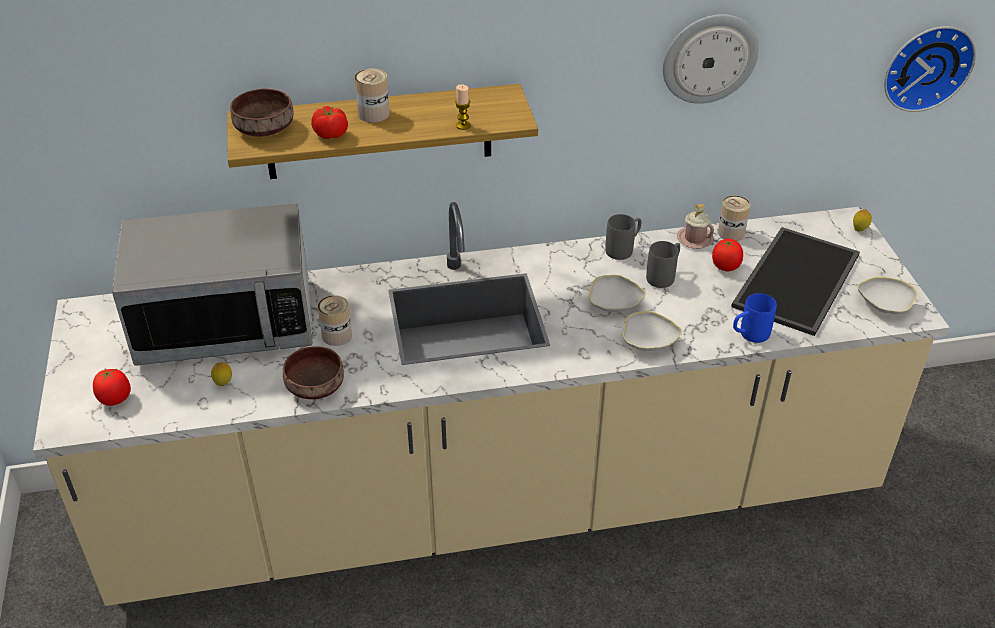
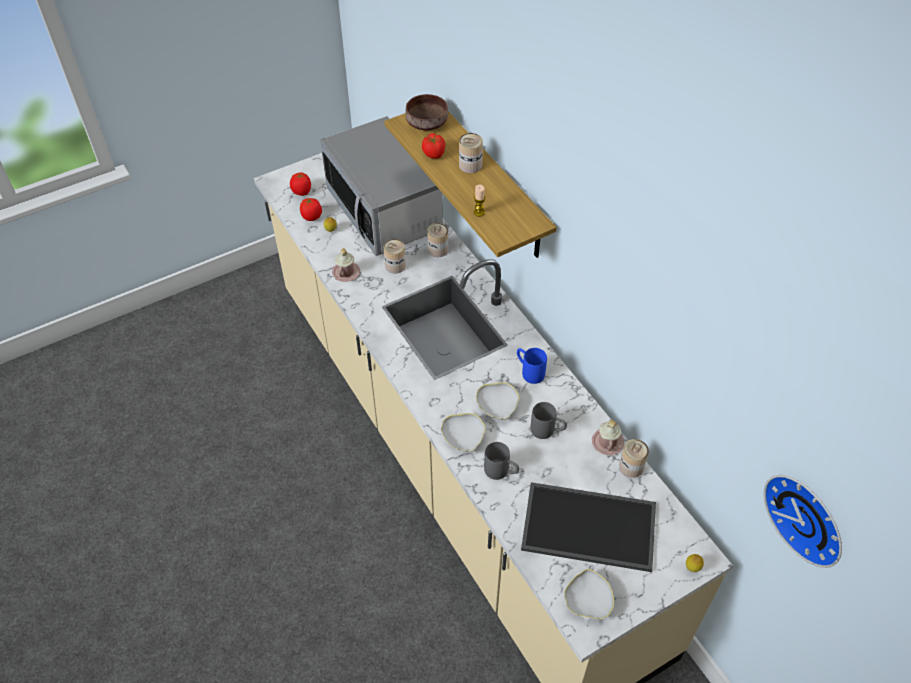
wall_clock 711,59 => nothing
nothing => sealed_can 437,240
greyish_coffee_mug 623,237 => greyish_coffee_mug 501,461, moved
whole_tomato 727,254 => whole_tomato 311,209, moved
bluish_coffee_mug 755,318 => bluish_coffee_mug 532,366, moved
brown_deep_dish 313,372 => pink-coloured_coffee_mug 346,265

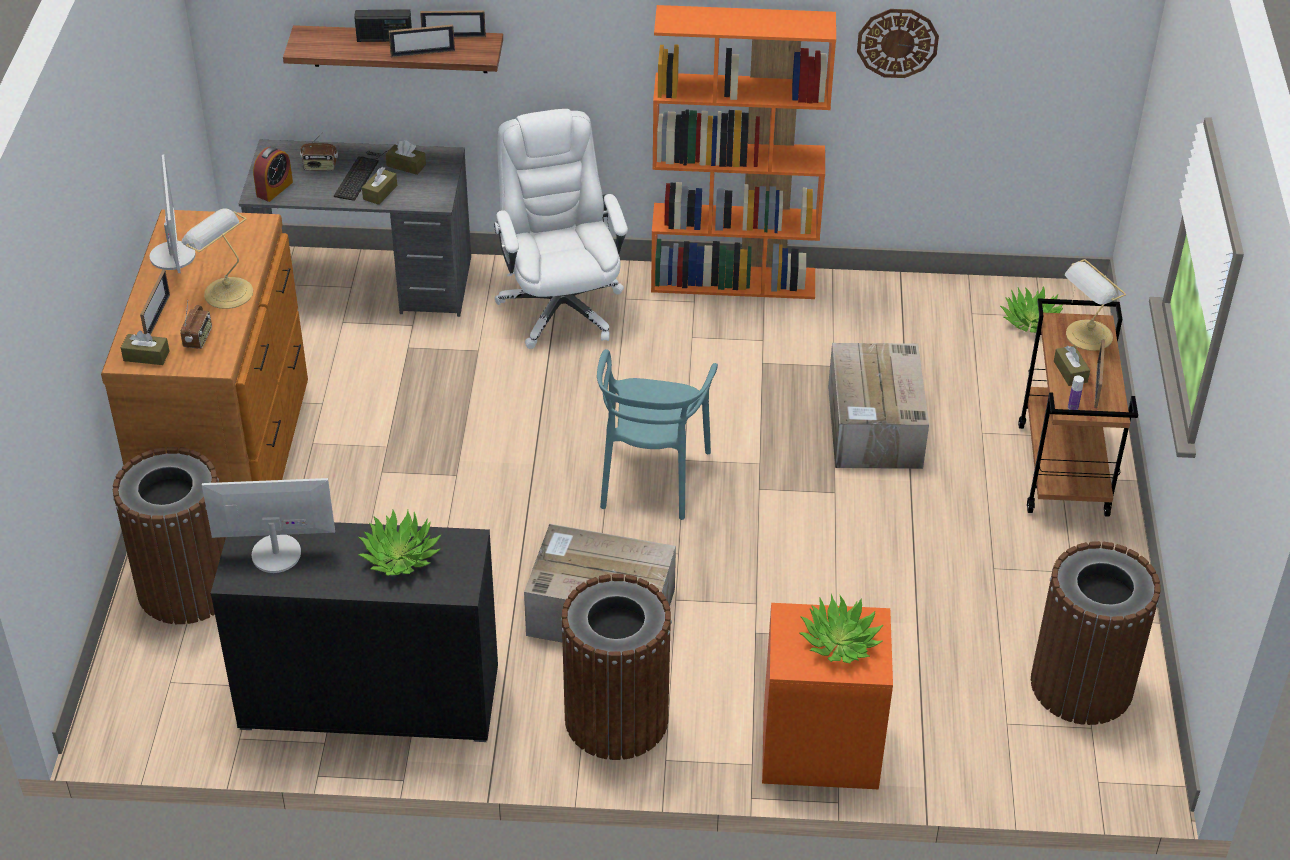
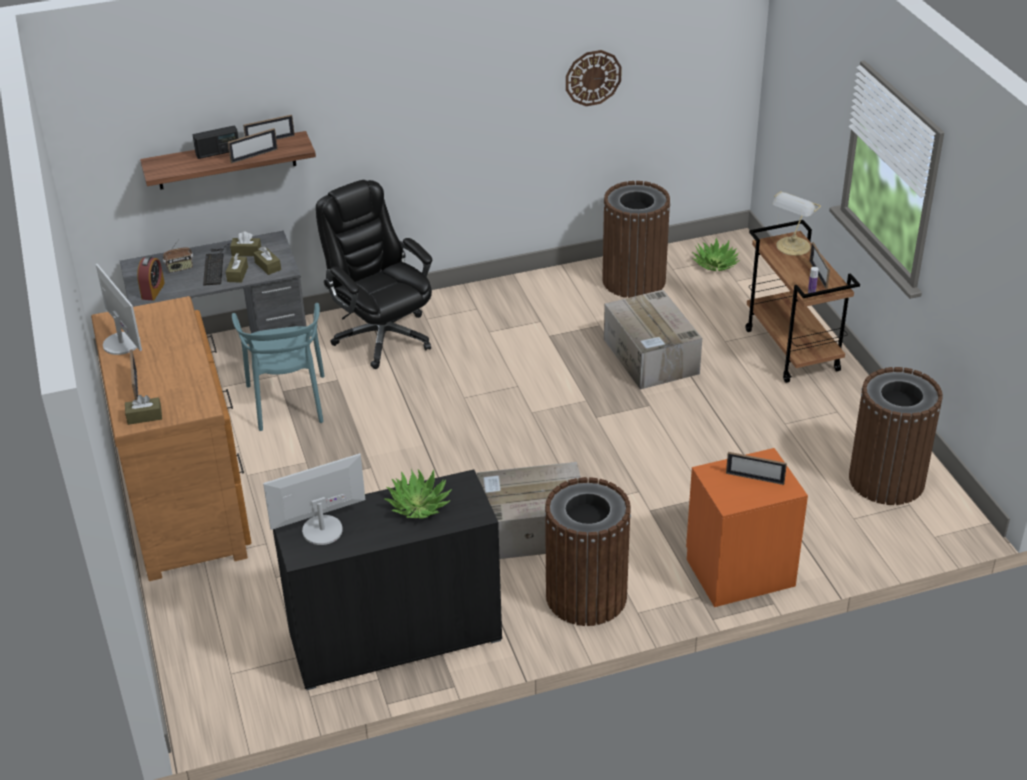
radio_receiver 196,325 => nothing
tabletop_lamp 217,258 => nothing
orange-coloured_bookcase 743,152 => nothing
brown_waste_bin 169,535 => brown_waste_bin 636,239, moved
blue-green_plain_chair 657,434 => blue-green_plain_chair 278,367, moved
brown_box_of_tissues 1072,366 => brown_box_of_tissues 267,260, moved
potted_plant 841,629 => standing_frame 756,468
white_computer_chair 561,229 => black_computer_chair 374,274

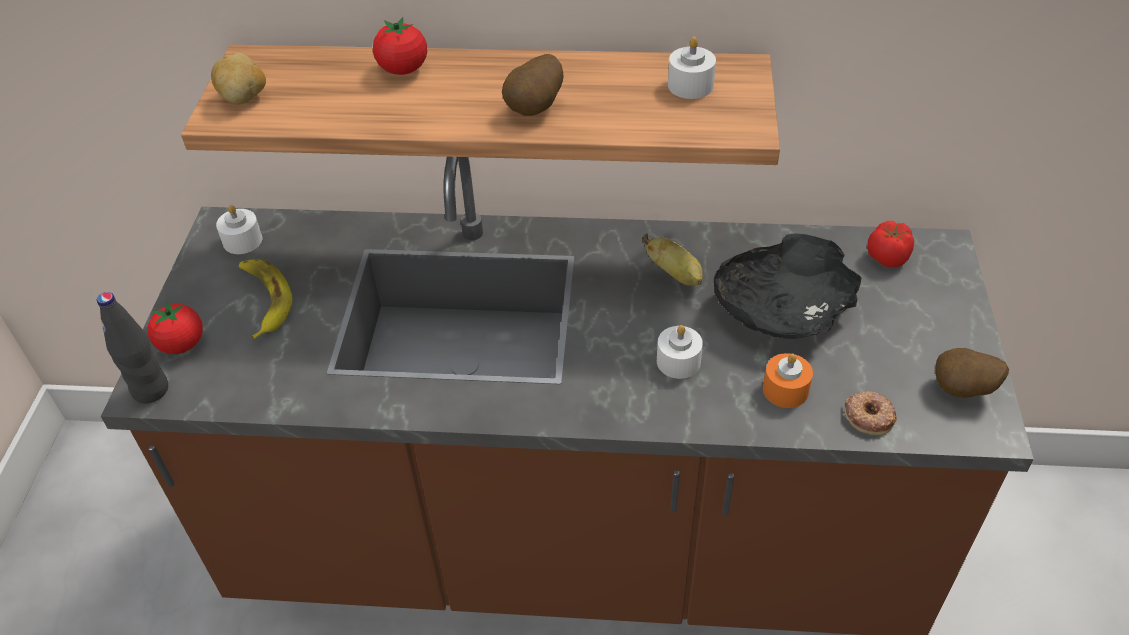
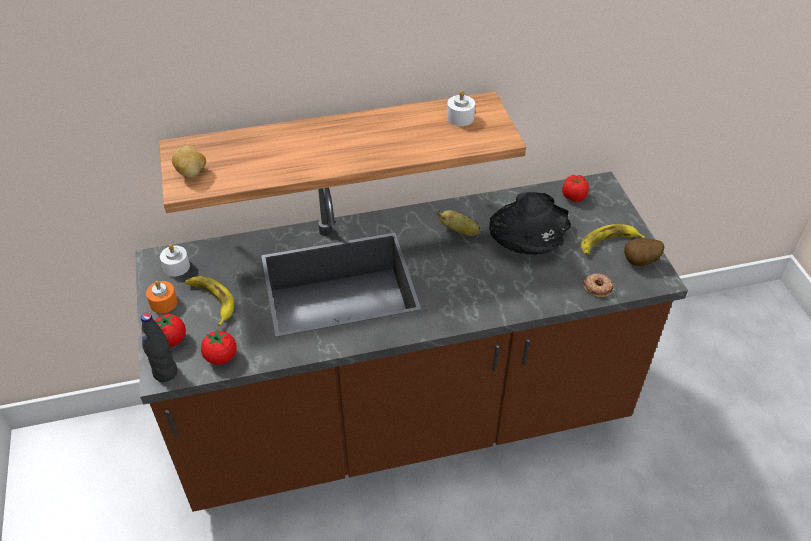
spud 533,85 => nothing
white_wax_candle 680,352 => nothing
nothing => banana 613,239
whole_tomato 400,46 => whole_tomato 219,347, moved
orange-coloured_wax_candle 788,380 => orange-coloured_wax_candle 162,297, moved

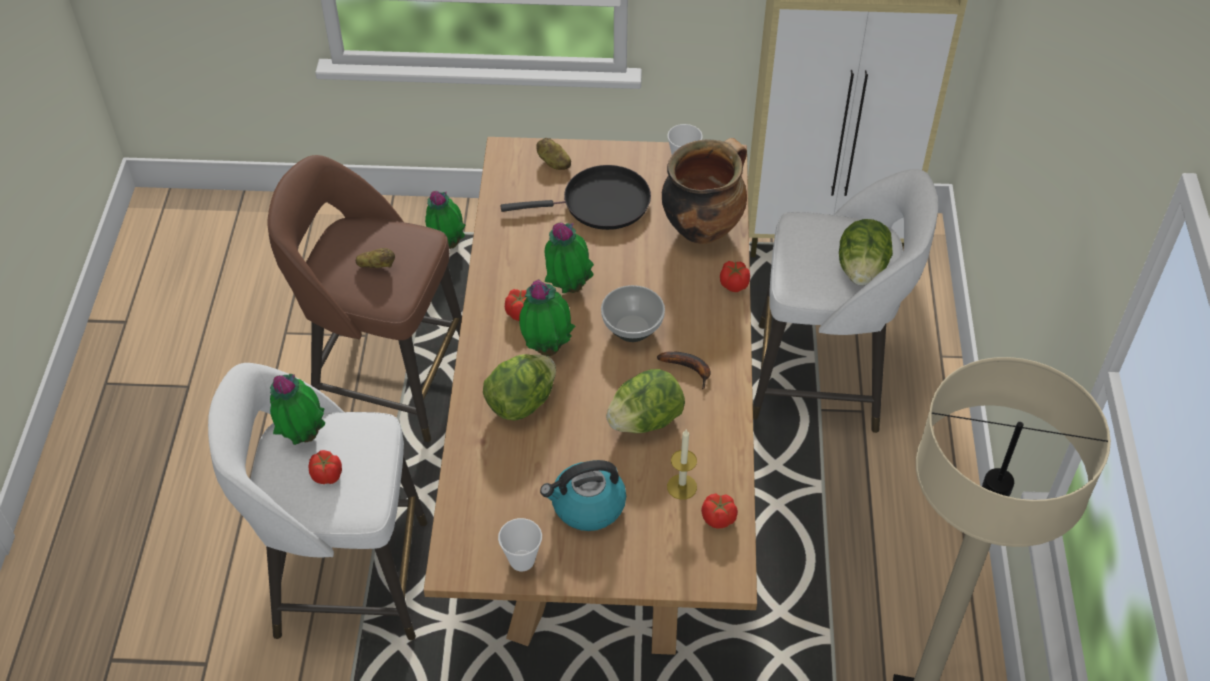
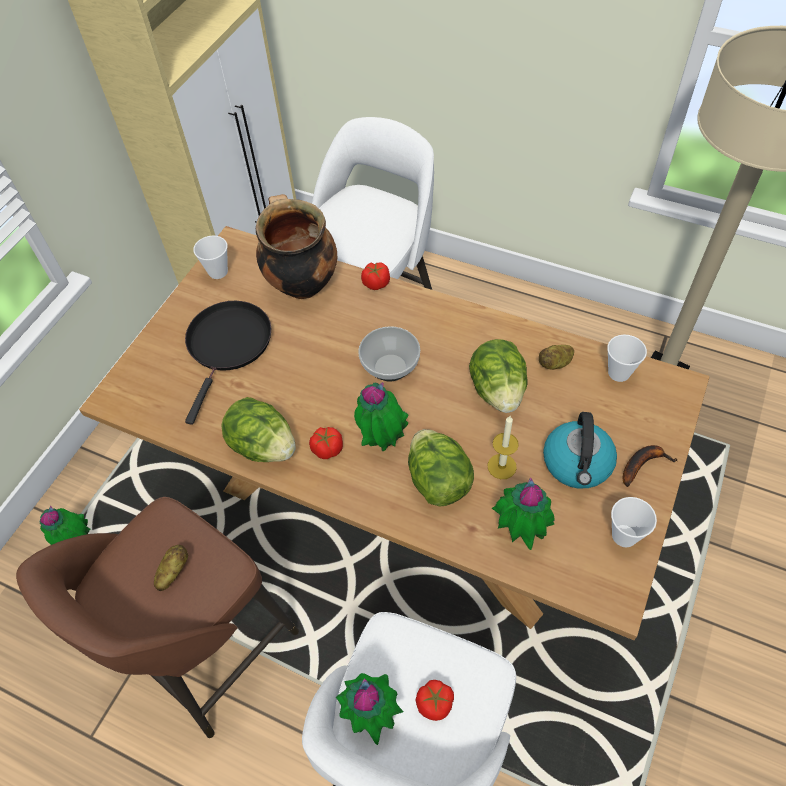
spud 553,154 => spud 556,357, moved
potted_plant 569,258 => potted_plant 523,514, moved
banana 684,370 => banana 650,466, moved
wax_candle 682,465 => wax_candle 503,447, moved
lettuce 866,252 => lettuce 258,429, moved
whole_tomato 719,511 => drinking_cup 627,358

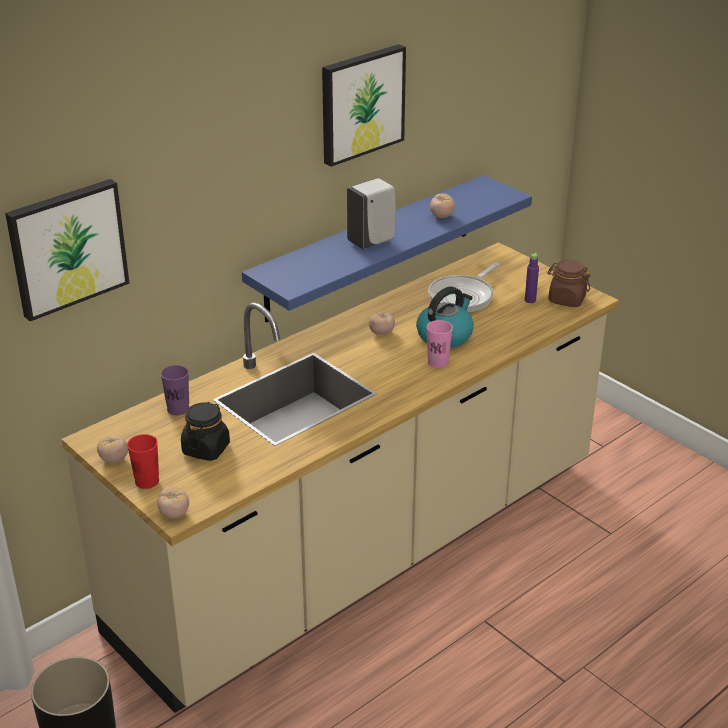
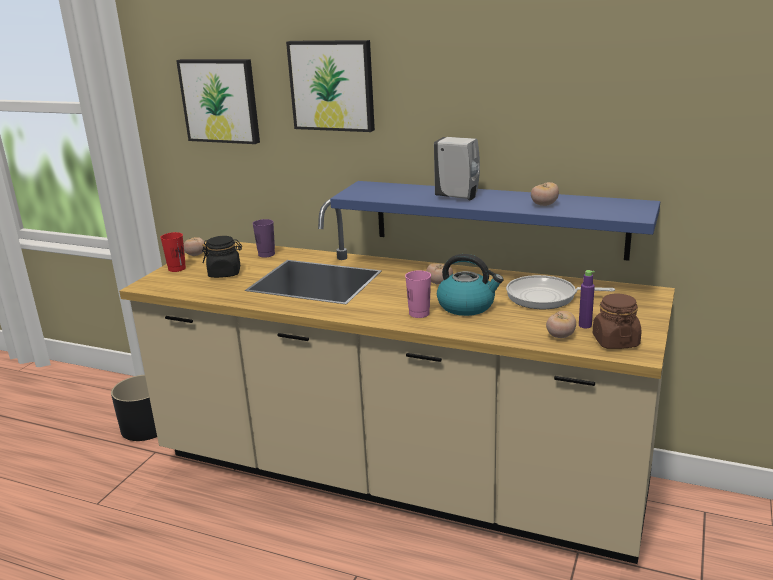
whole_tomato 173,502 => whole_tomato 561,324, moved
wall_picture 364,105 => wall_picture 330,86, moved

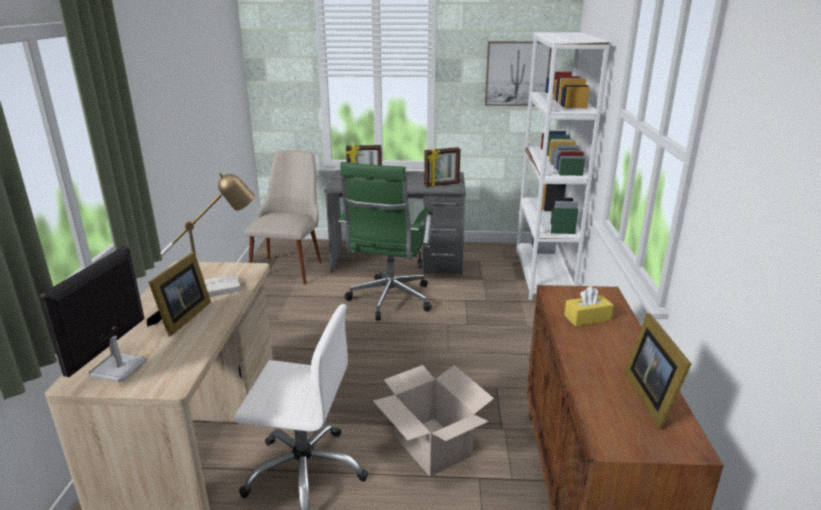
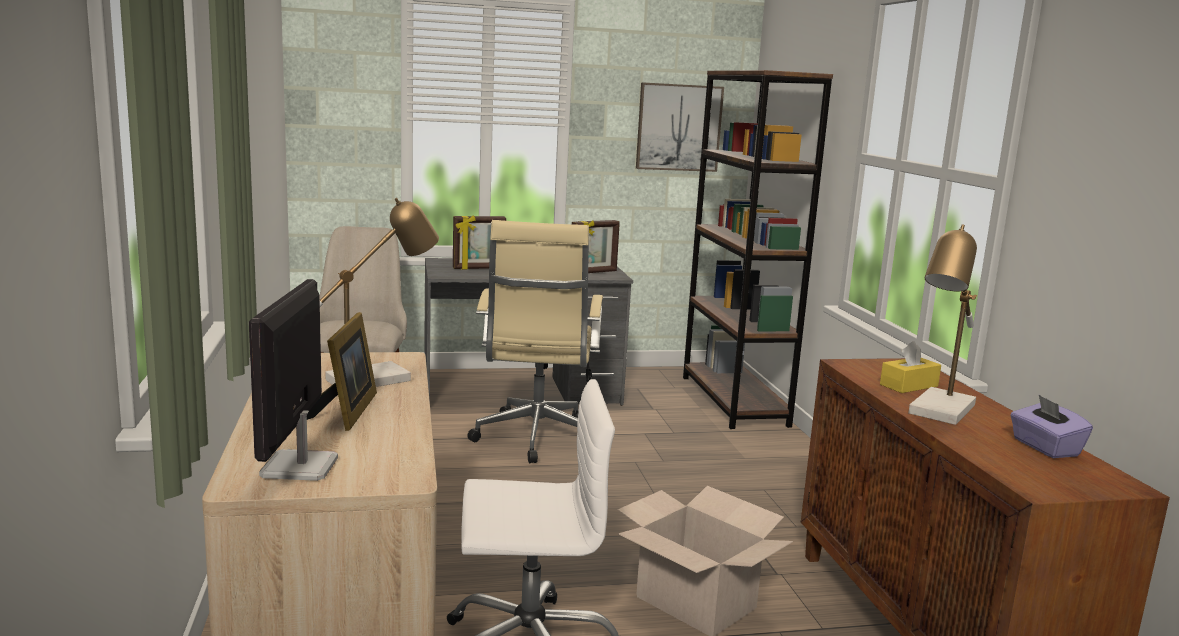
nothing => tabletop_lamp 942,325
standing_frame 657,371 => purplish_box_of_tissues 1051,426
greenish_computer_chair 386,241 => beige_computer_chair 535,341
white_bookcase 563,166 => brown_bookcase 758,249

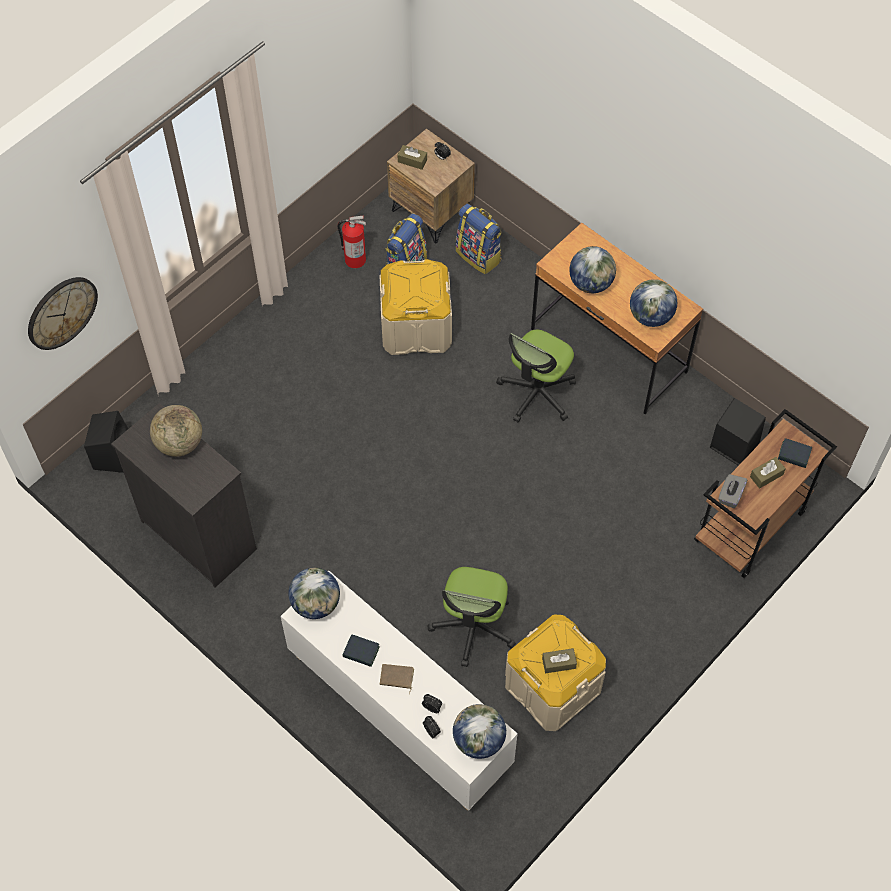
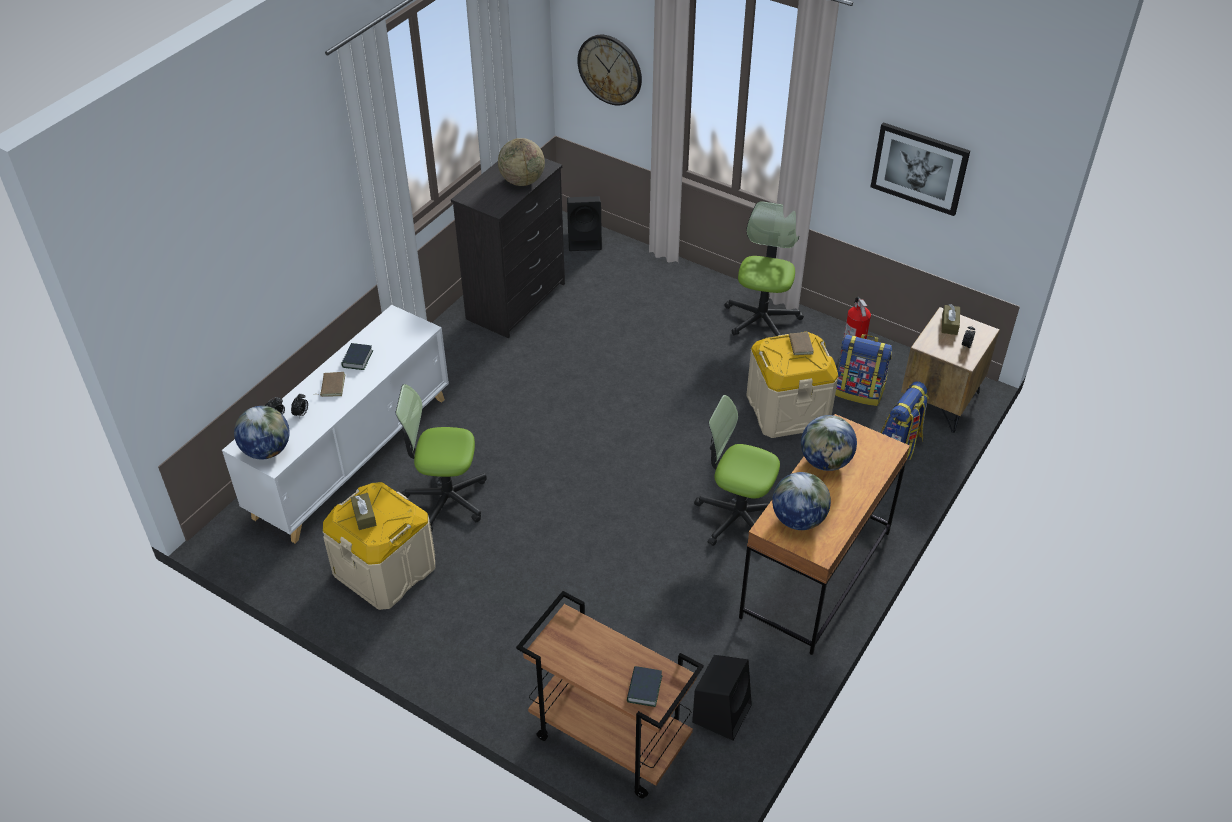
world_globe 314,593 => nothing
greyish_box_of_tissues 732,491 => nothing
brown_box_of_tissues 768,472 => nothing
nothing => computer_chair 764,268
nothing => brown_volume 800,343
nothing => wall_picture 920,169

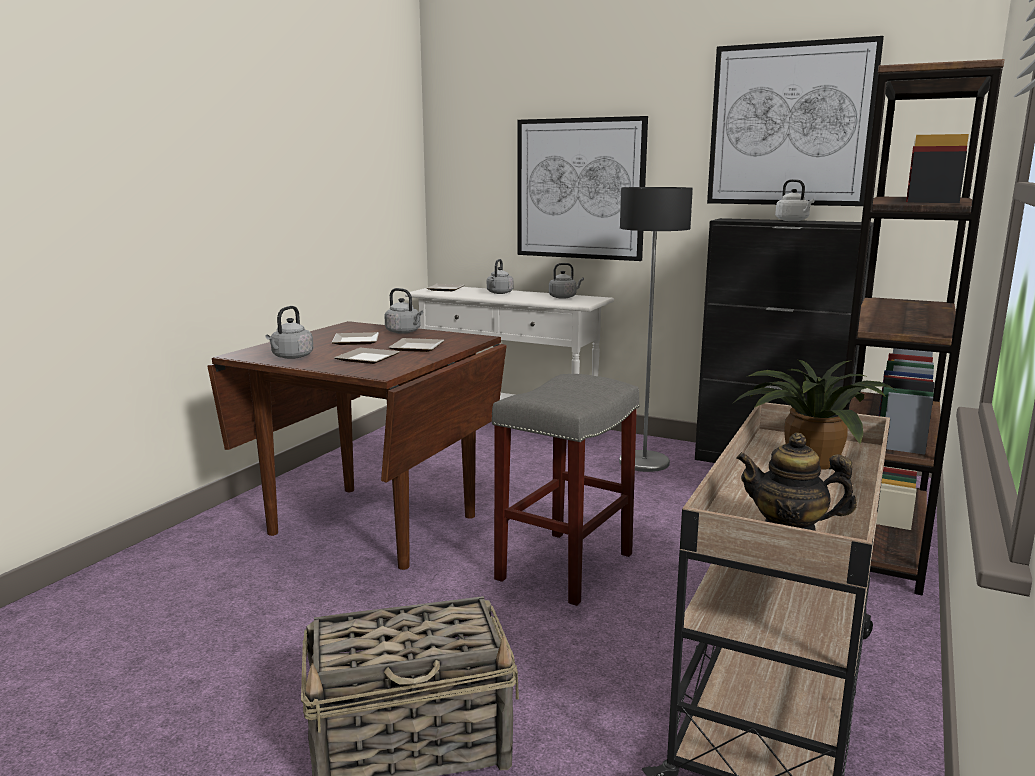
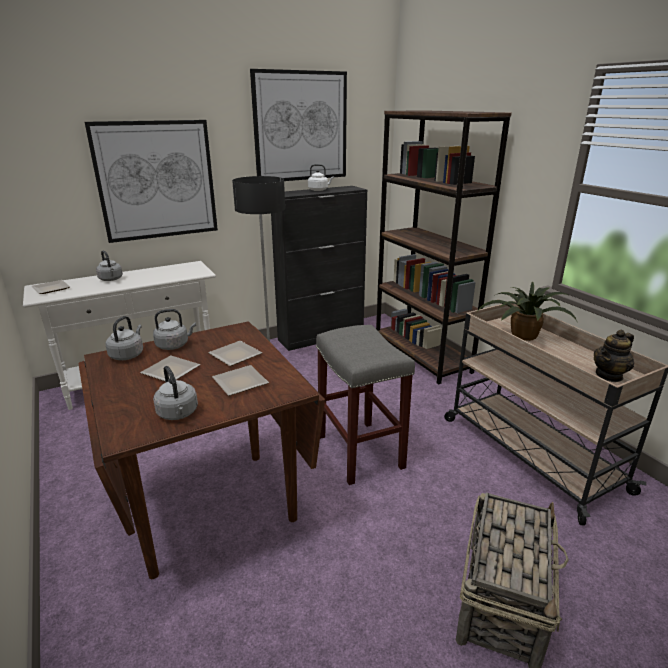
greyish_tea_kettle 566,281 => greyish_tea_kettle 124,338, moved

